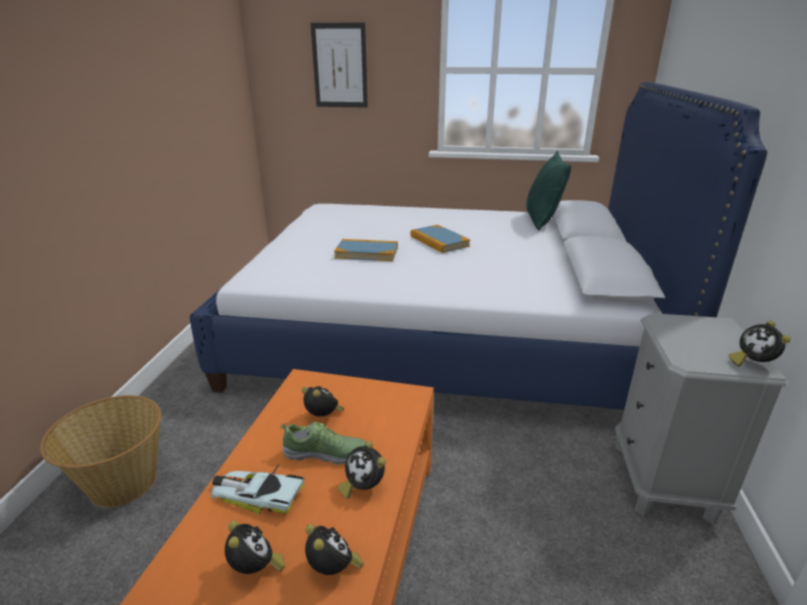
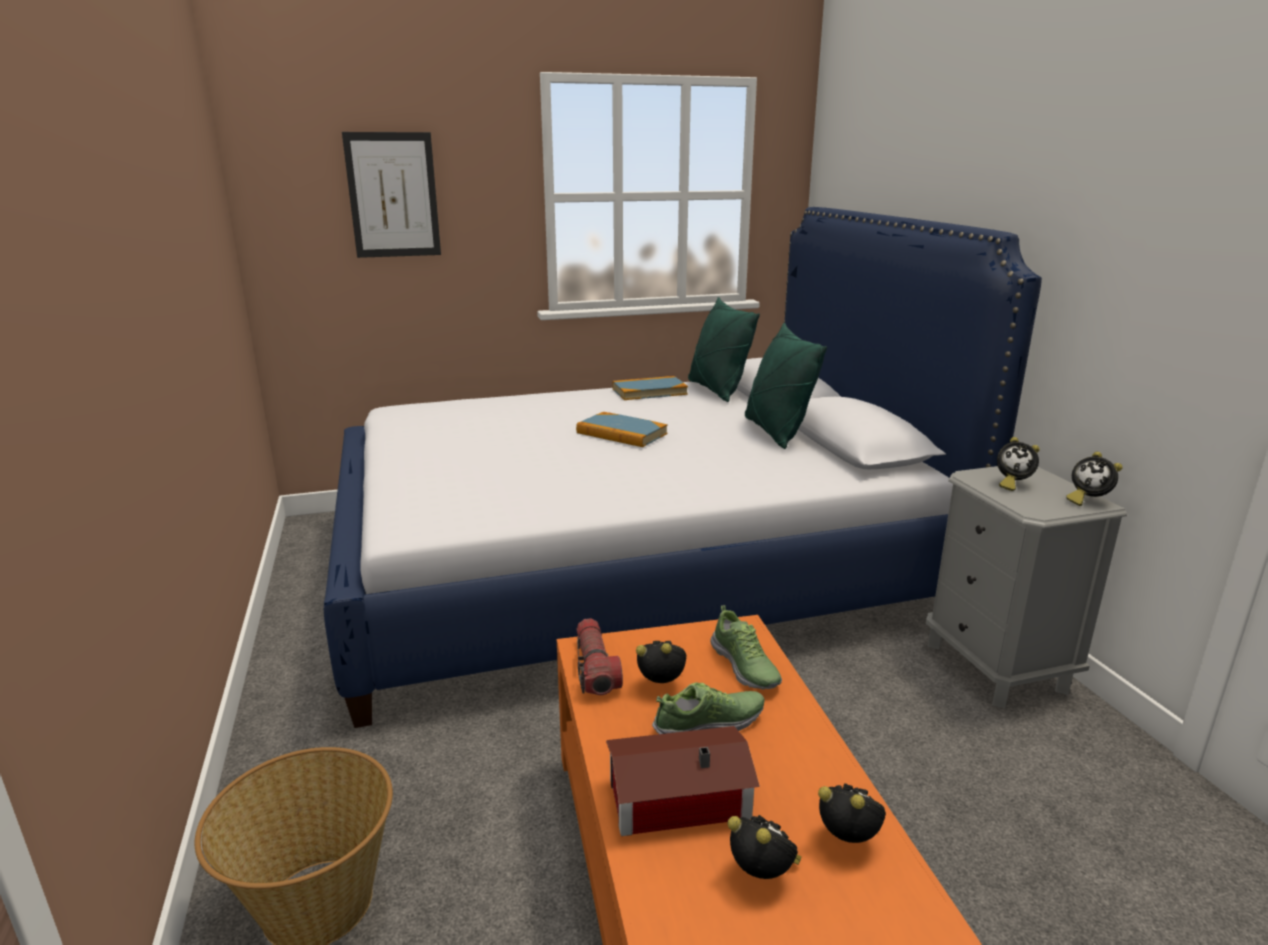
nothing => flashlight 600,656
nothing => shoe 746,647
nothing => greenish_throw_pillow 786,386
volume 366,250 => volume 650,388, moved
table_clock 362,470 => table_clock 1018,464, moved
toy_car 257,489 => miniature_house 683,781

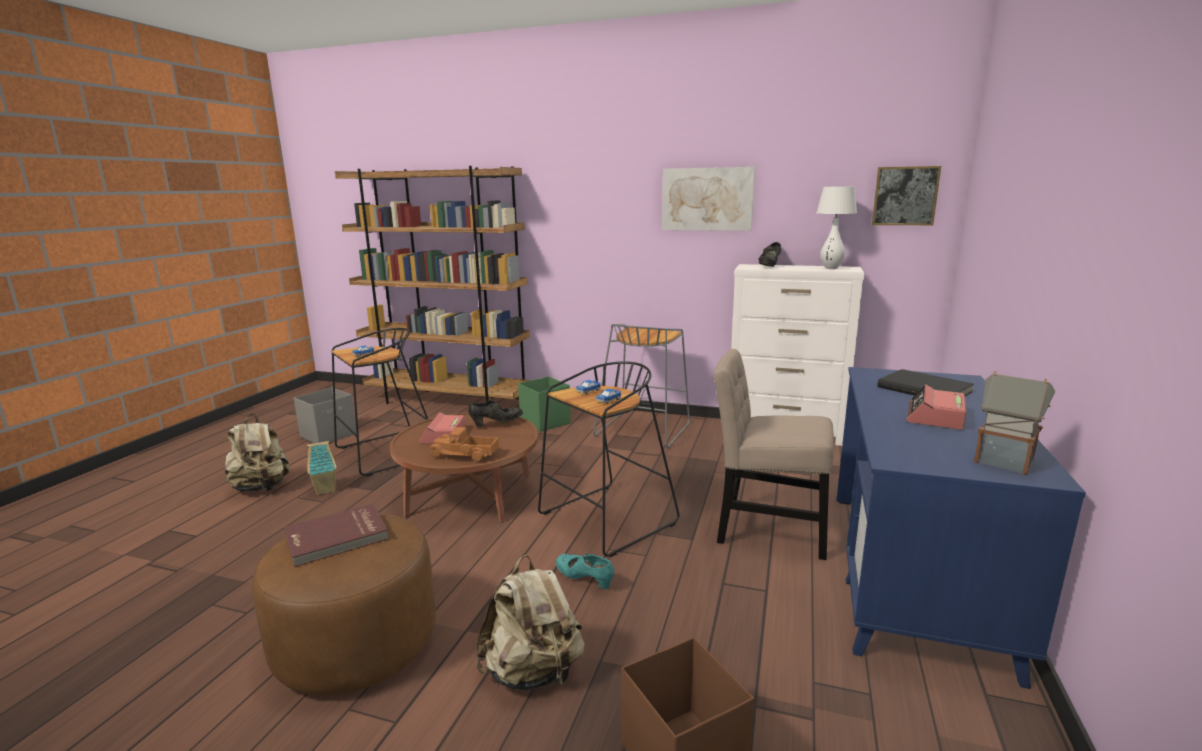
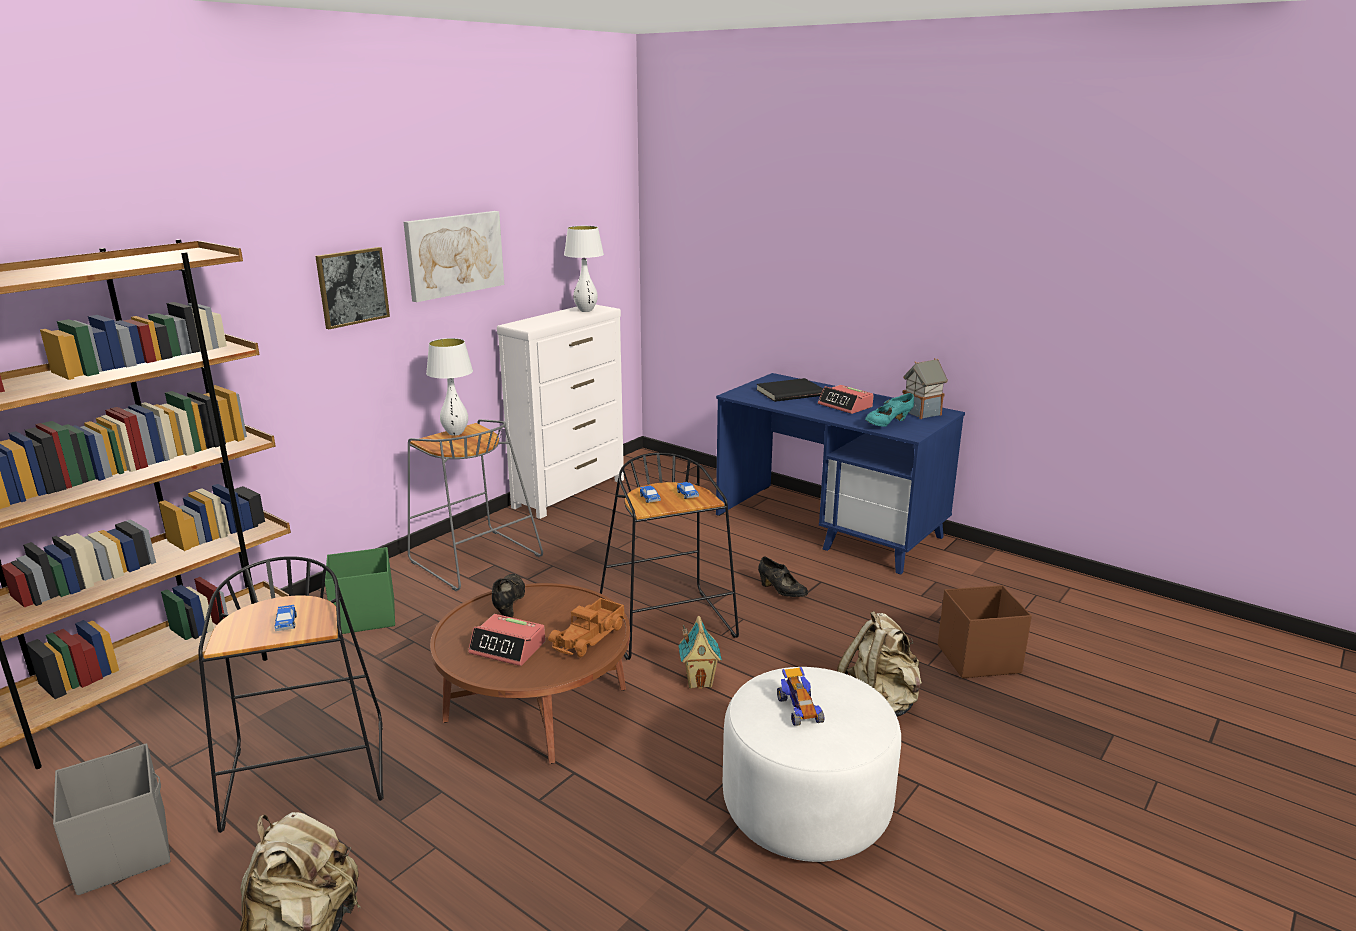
beige_plain_chair 774,454 => nothing
nothing => white_tabletop_lamp 449,387
miniature_house 322,468 => miniature_house 700,652, moved
blue-green_shoe 585,571 => blue-green_shoe 889,410, moved
black_shoe 769,254 => black_shoe 783,577, moved
wall_picture 906,195 => wall_picture 352,288, moved
red_volume 336,535 => toy_car 800,696
brown_pouffe 344,604 => white_pouffe 812,764

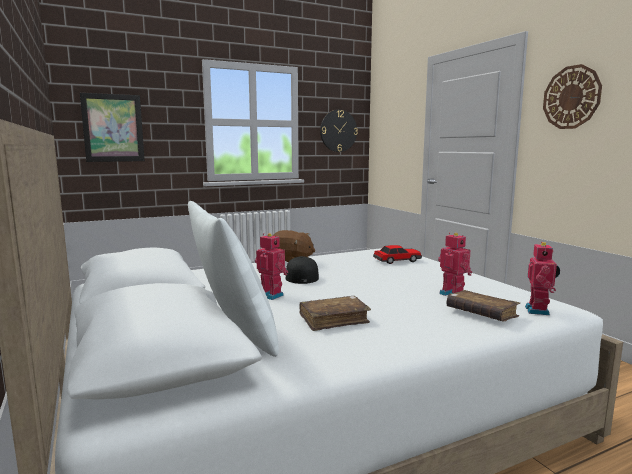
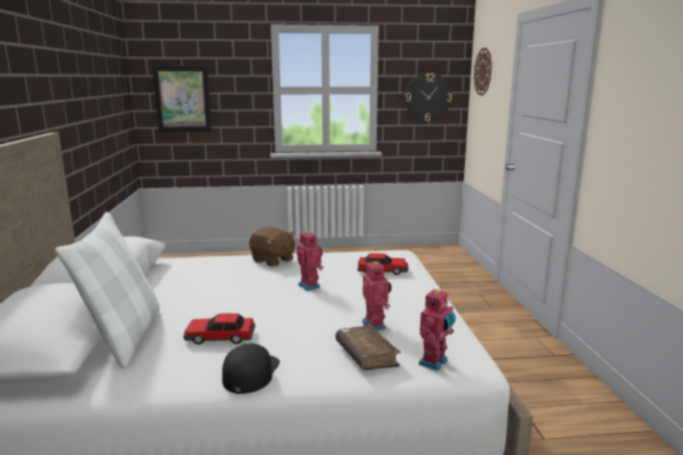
robot_figure 271,266 => robot_figure 310,260, moved
black_cap 302,270 => black_cap 251,368, moved
wall_clock 572,96 => wall_clock 483,72, moved
brown_volume 335,313 => toy_car 219,329

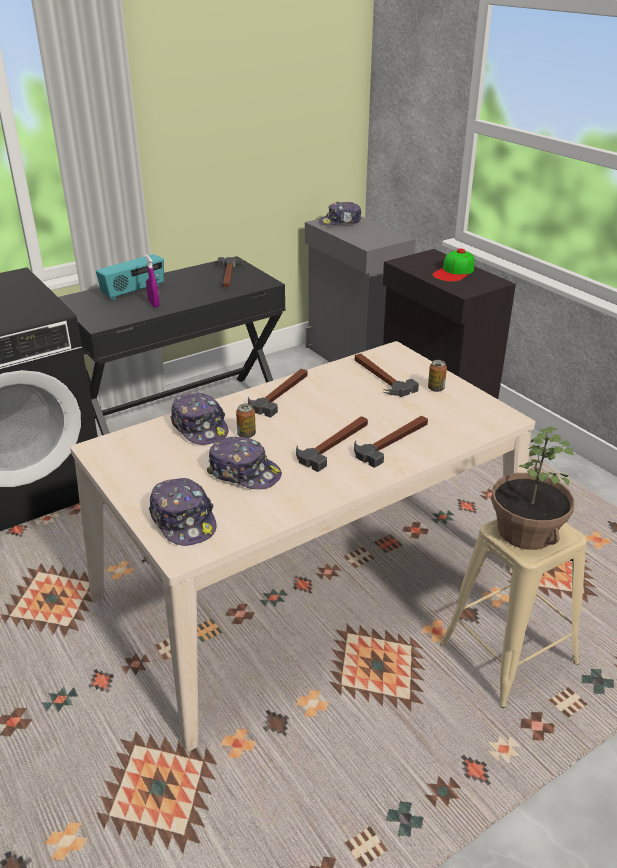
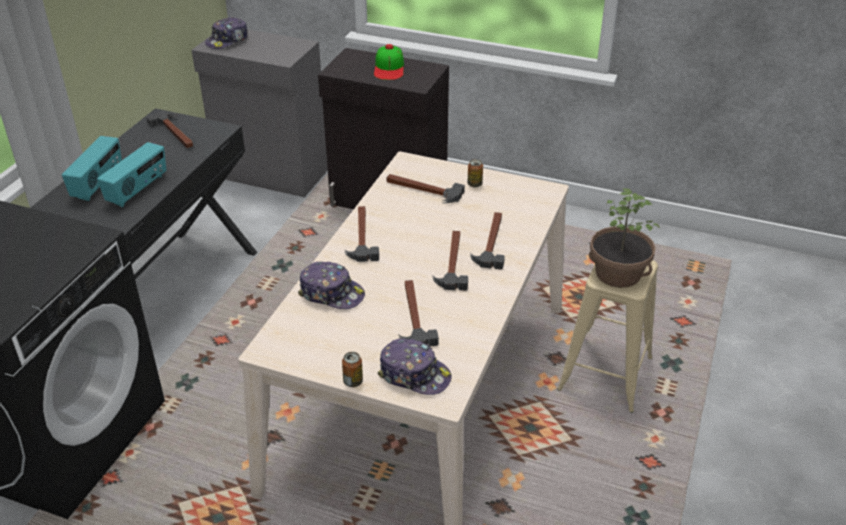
sealed_can 246,421 => sealed_can 352,369, moved
purplish_spray_bottle 152,281 => radio_receiver 132,174
cap 244,463 => tool_hammer 418,313

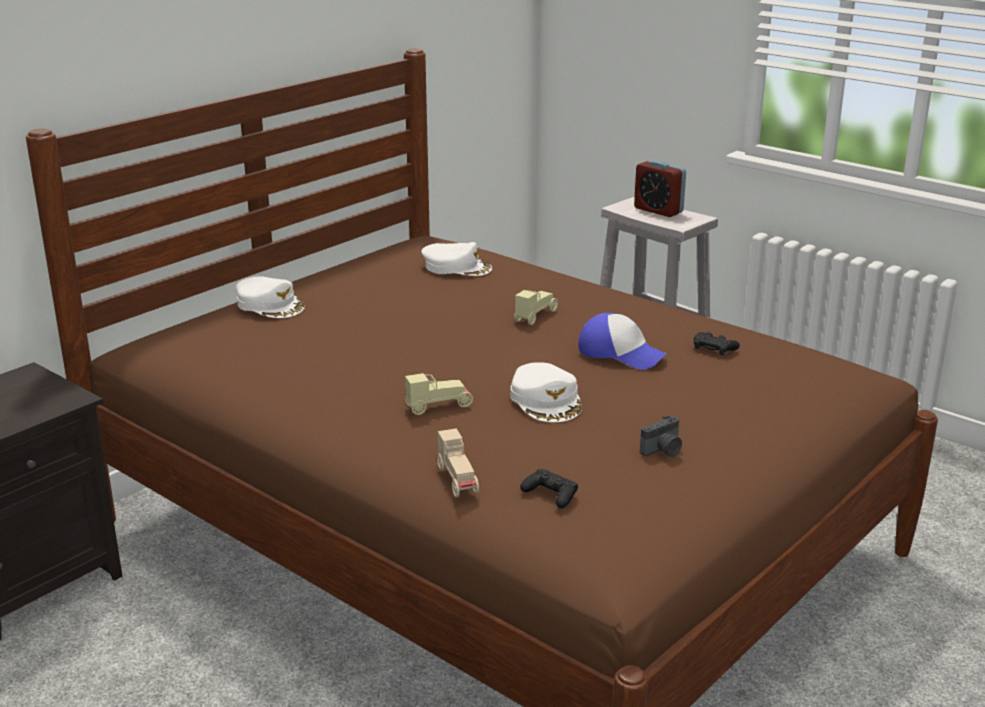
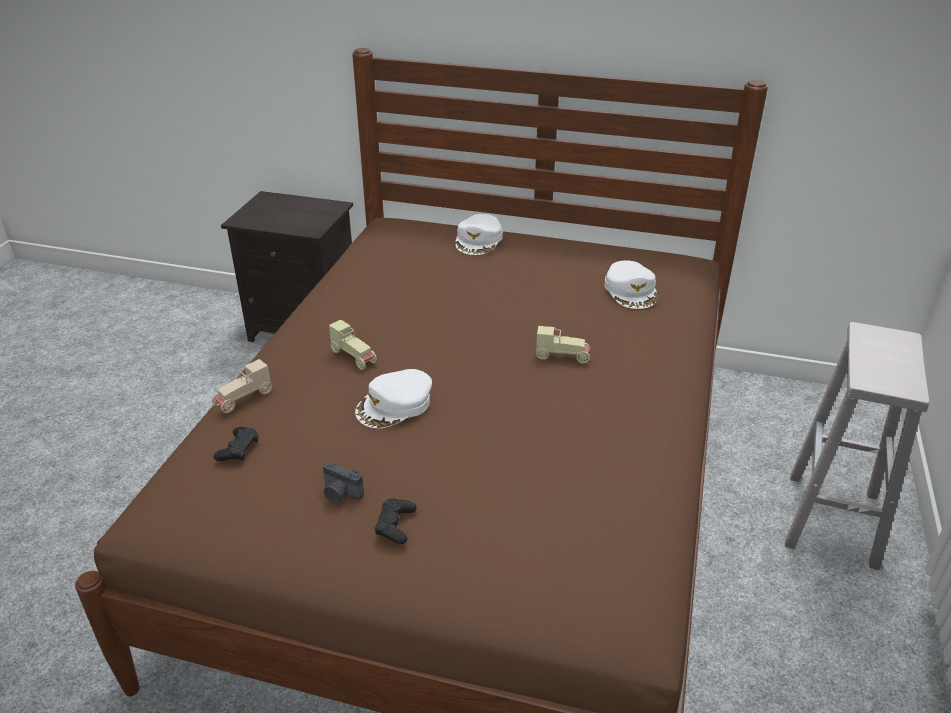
cap 622,341 => nothing
table_clock 660,188 => nothing
black_gamepad 717,344 => black_gamepad 395,521, moved

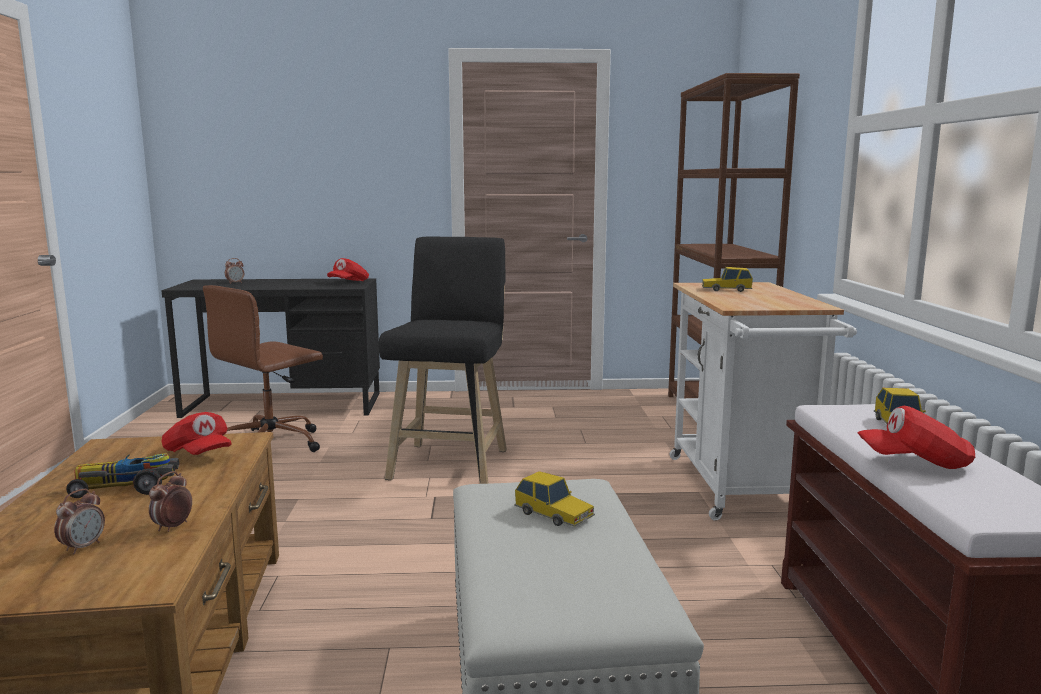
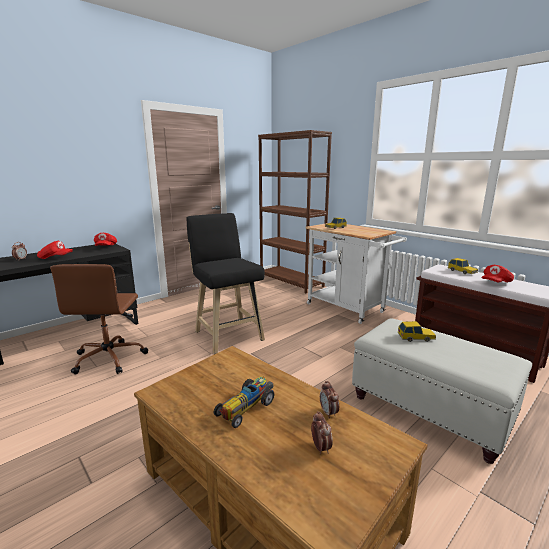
red_cap 197,433 => red_cap 55,250, moved

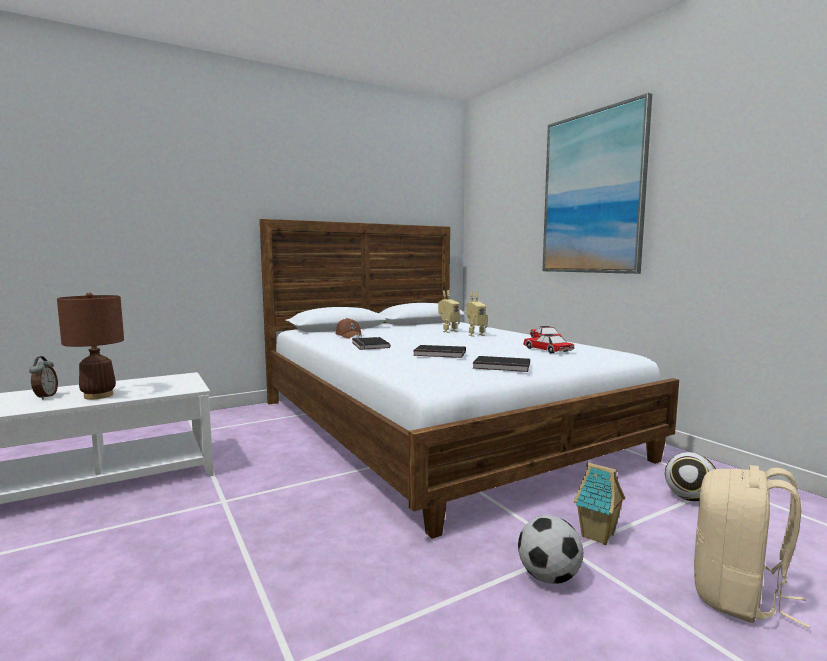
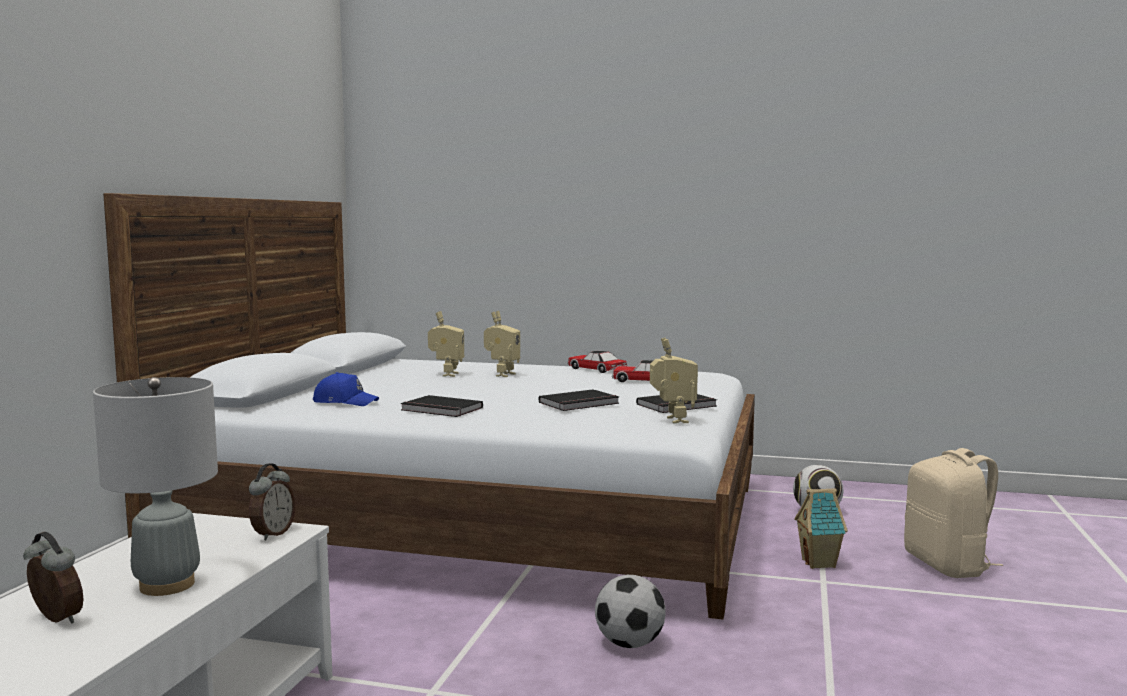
wall_picture 597,183 => nothing
nothing => table_clock 272,502
nothing => robot_figure 674,381
football 550,549 => football 630,611, moved
brown_tabletop_lamp 90,346 => greyish_tabletop_lamp 155,486
brown_cap 349,328 => bluish_cap 346,389

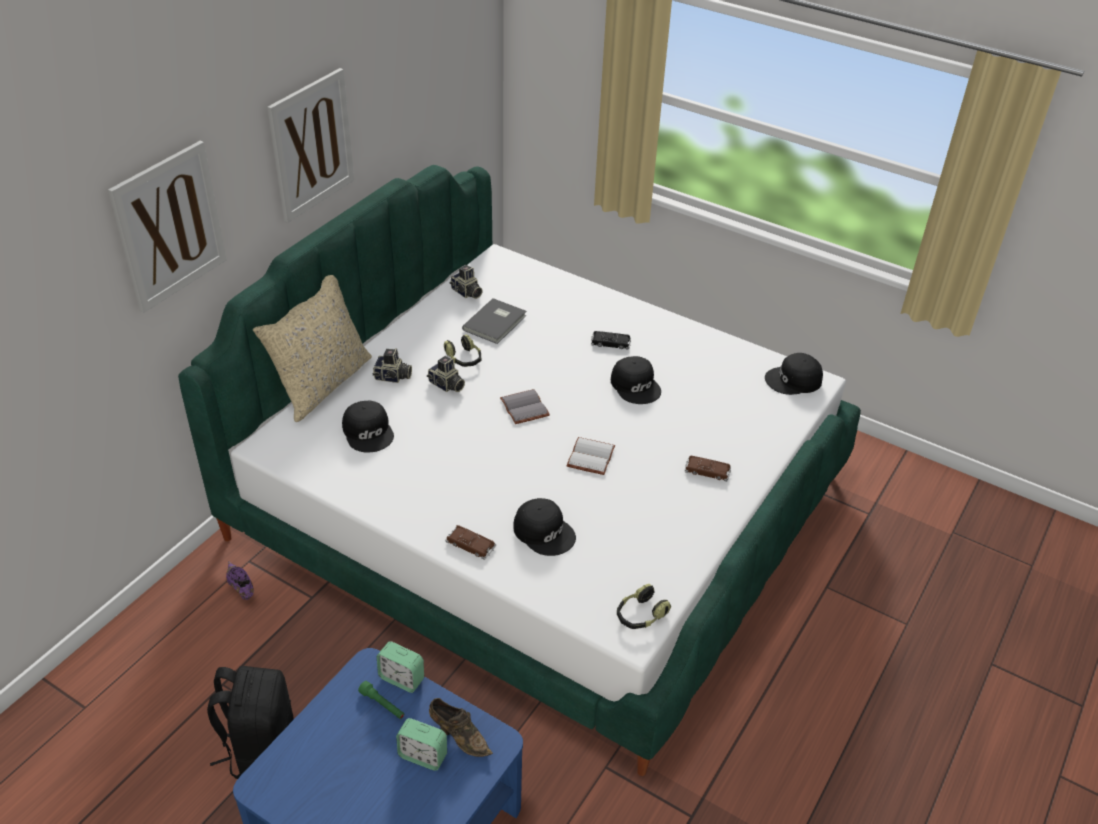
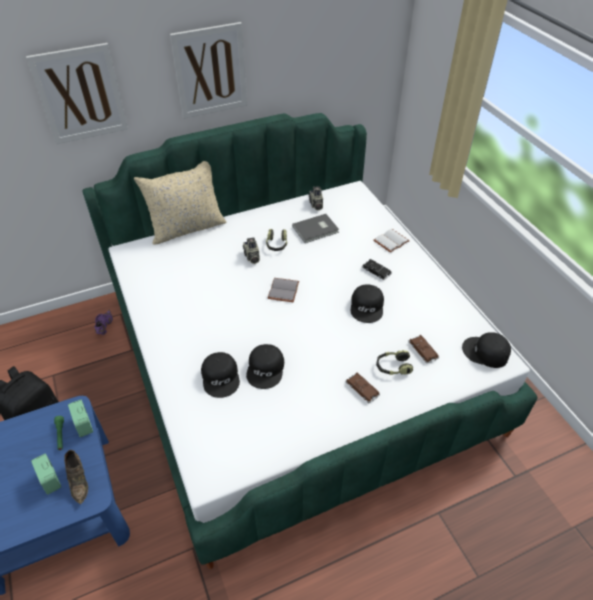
still_camera 392,365 => nothing
black_cap 368,427 => black_cap 265,366, moved
brown_toy_car 470,542 => brown_toy_car 423,349, moved
white_volume 591,456 => white_volume 391,241, moved
headset 644,606 => headset 394,362, moved

